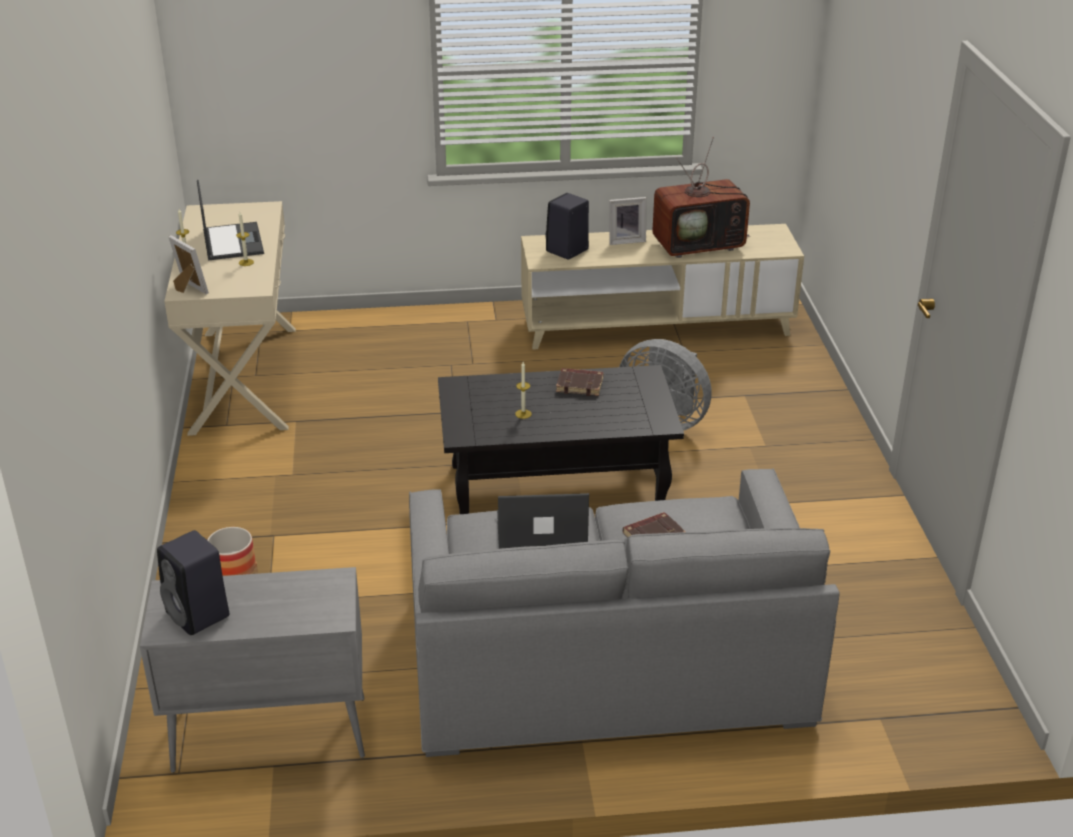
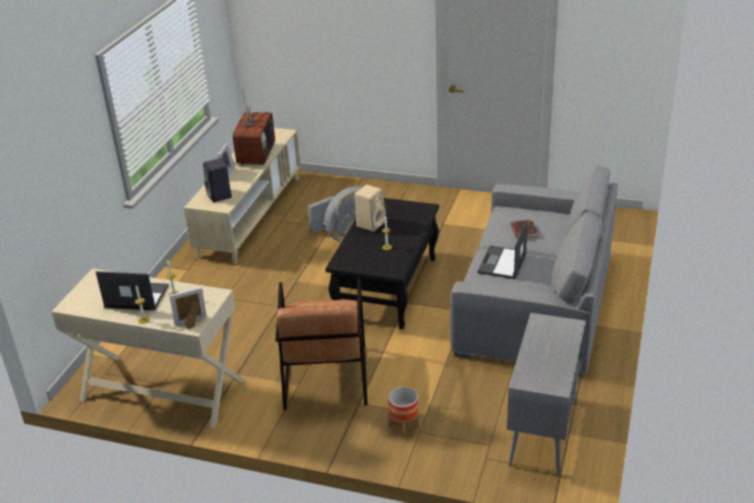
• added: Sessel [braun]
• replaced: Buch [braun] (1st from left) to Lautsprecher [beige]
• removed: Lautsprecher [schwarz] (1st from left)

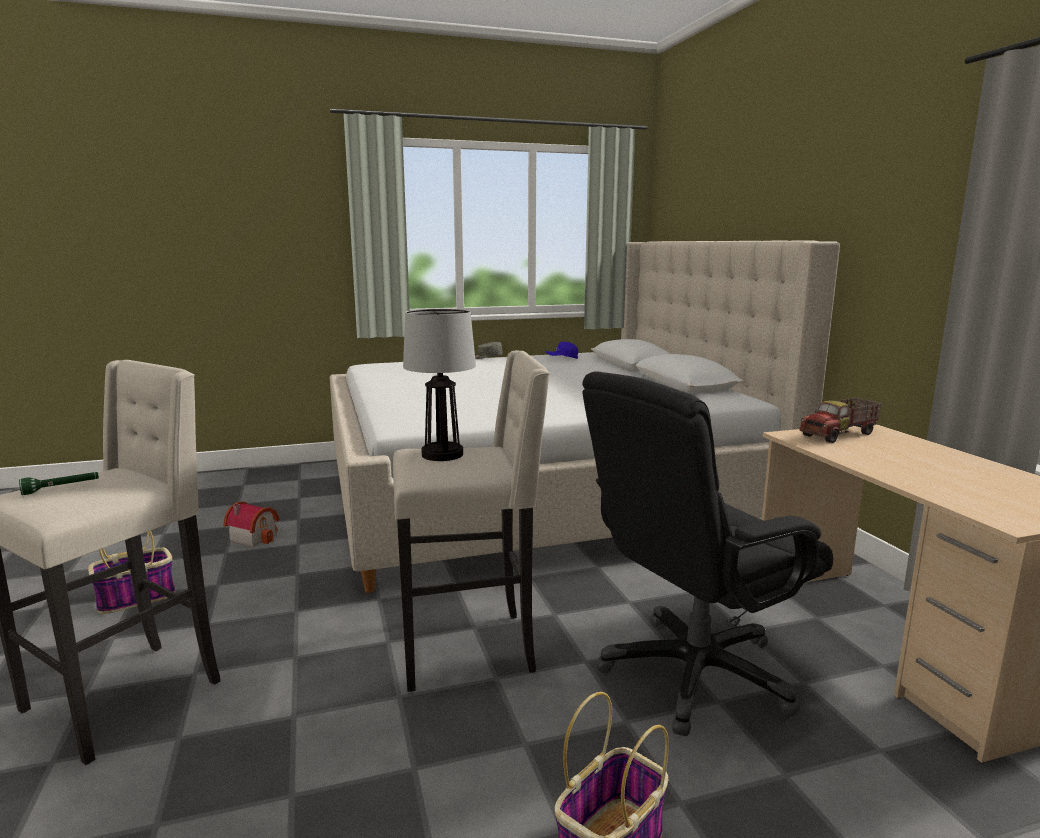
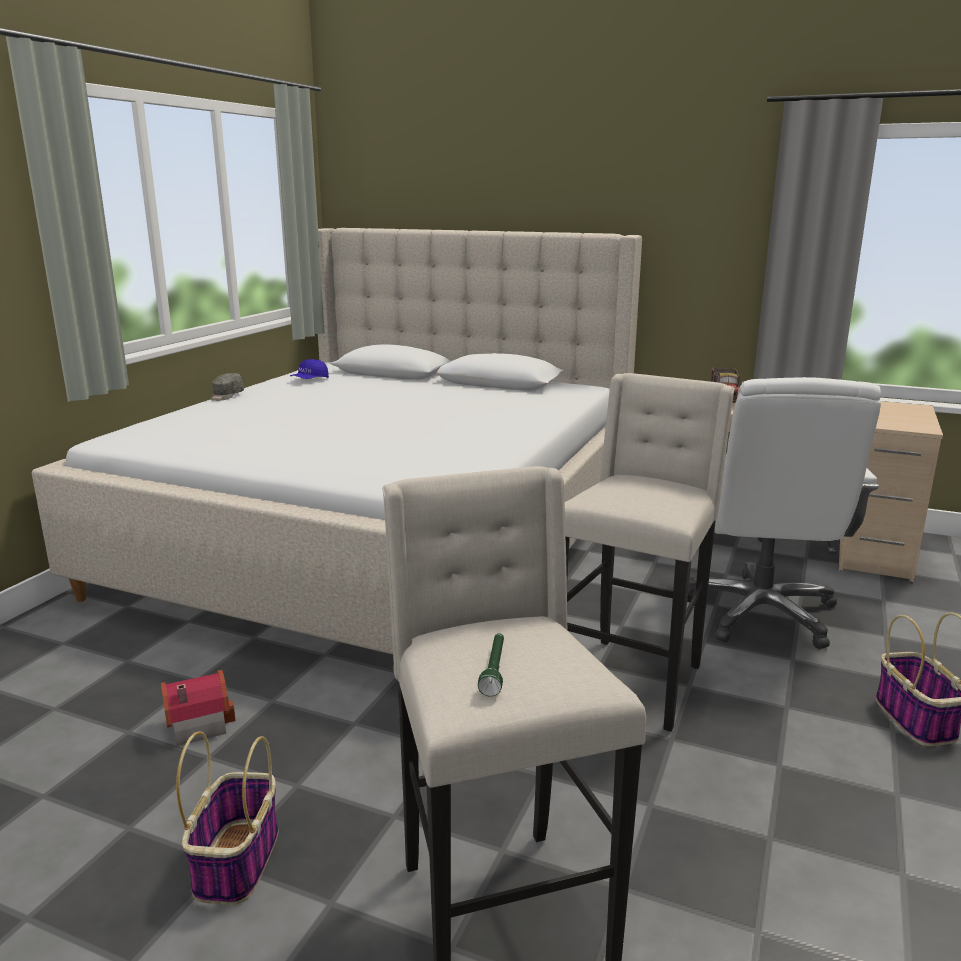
• recoloured: Bürostuhl [schwarz] to Bürostuhl [weiß]
• removed: Tischlampe

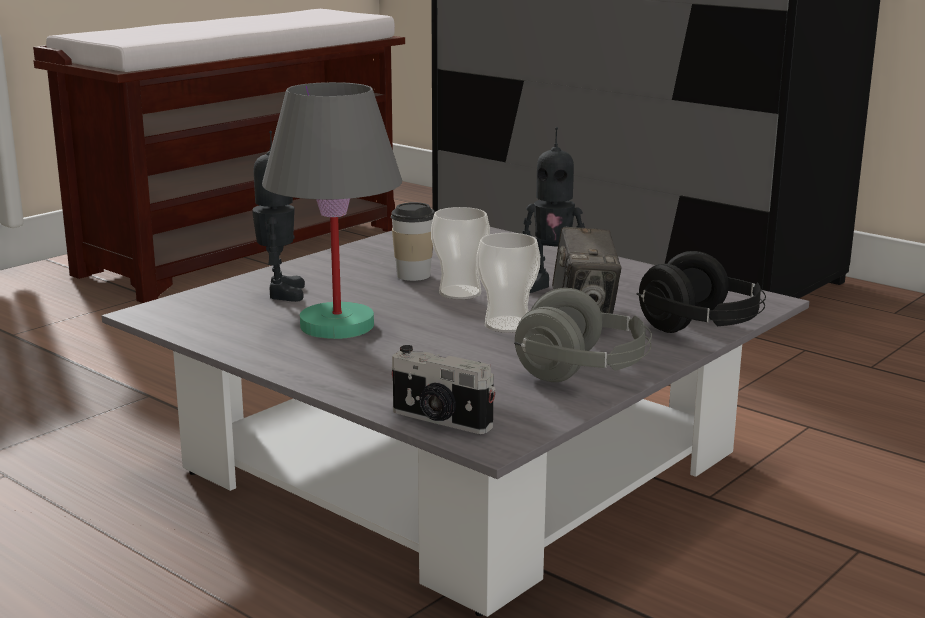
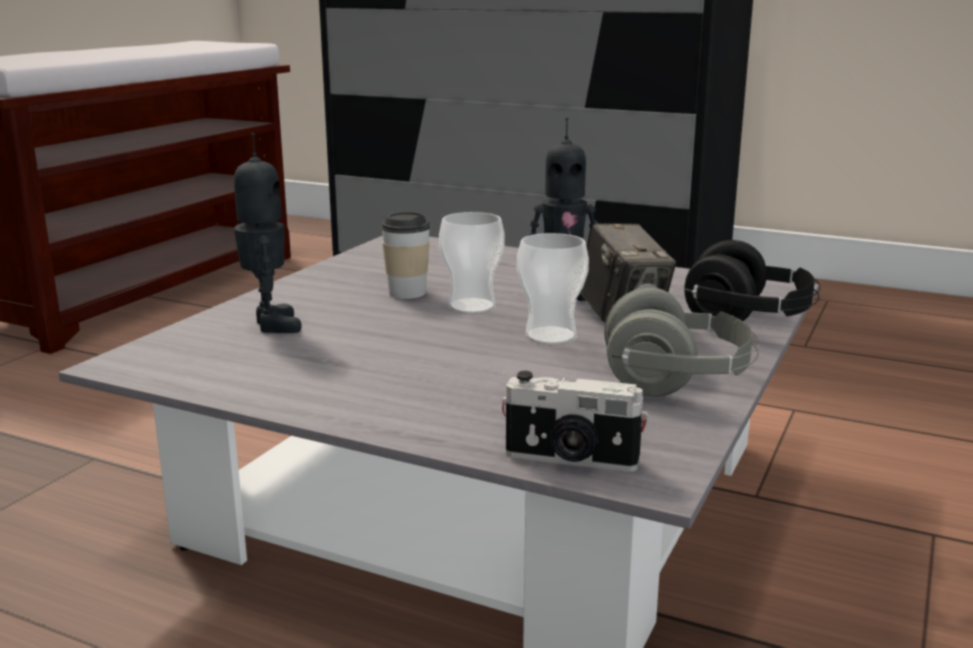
• removed: Tischlampe [grau]

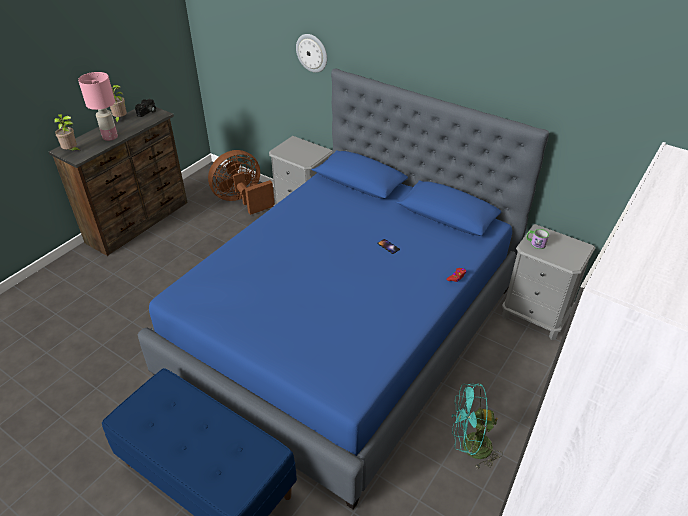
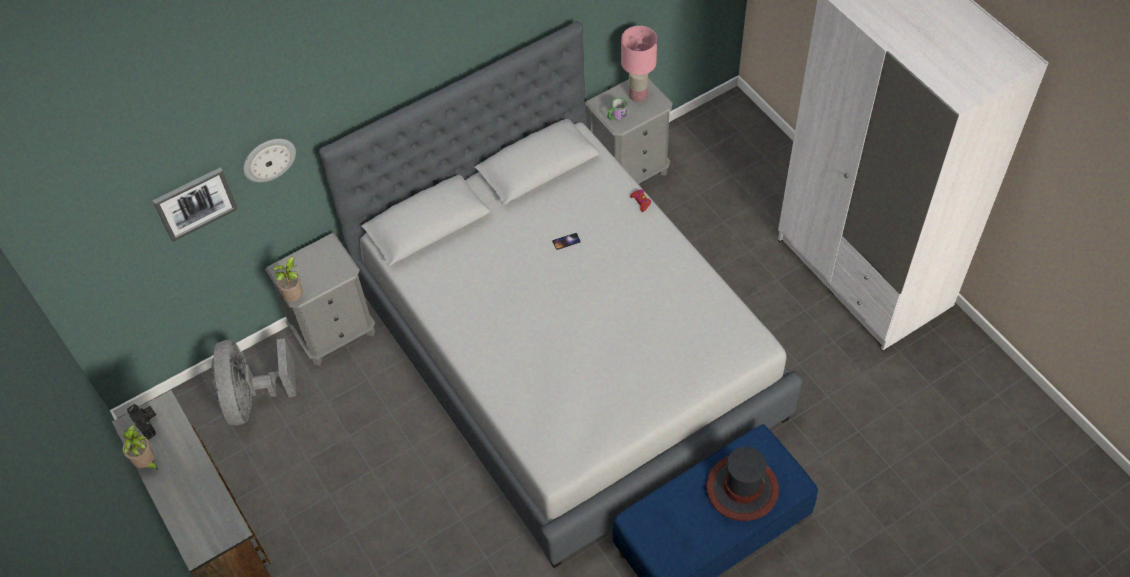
• added: Bild
• recoloured: Ventilator [braun] to Ventilator [grau]
• moved: Topfpflanze (1st from left in the first image) to Topfpflanze (2nd from left)
• recoloured: Bett [blau] to Bett [grau]
• moved: Tischlampe [rosa]
• added: Hut
• removed: Ventilator [türkis]

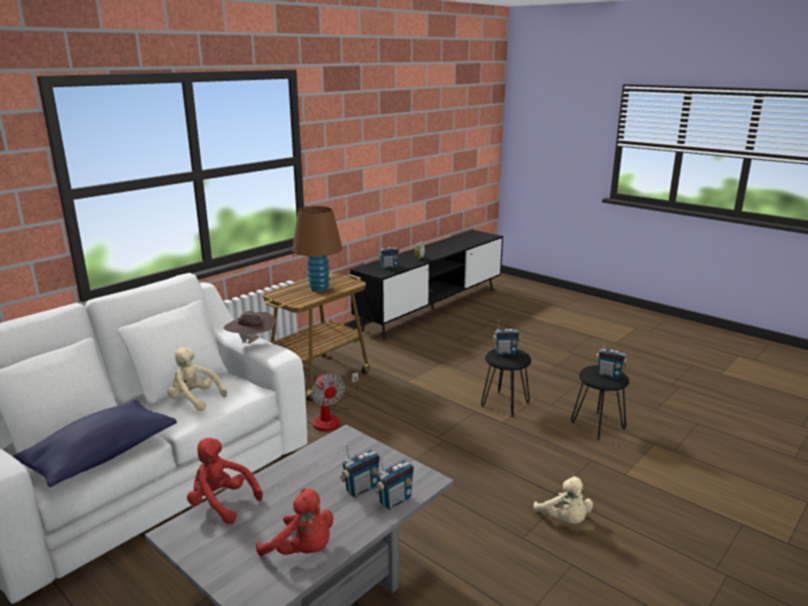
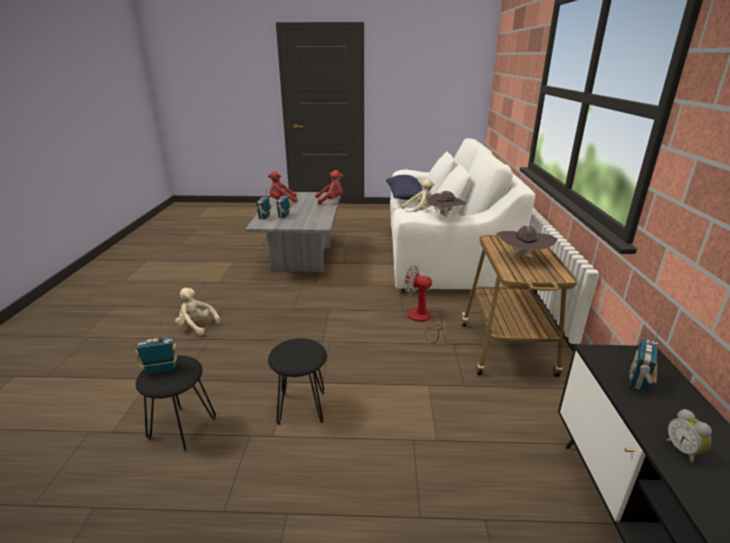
• replaced: Tischlampe [braun] to Hut [braun] (2nd from left)
• removed: Radio (4th from left)

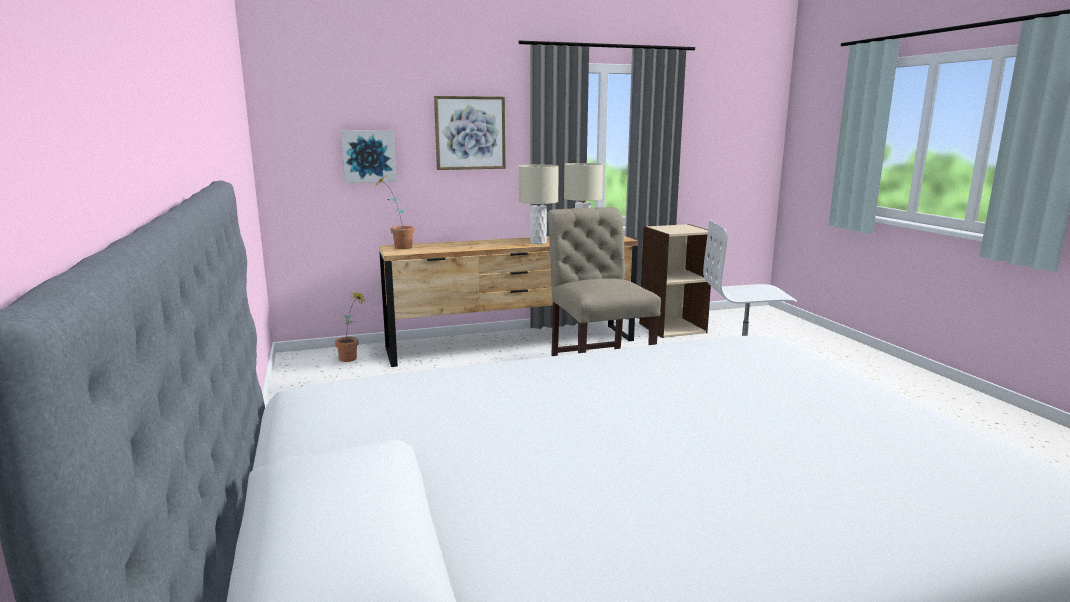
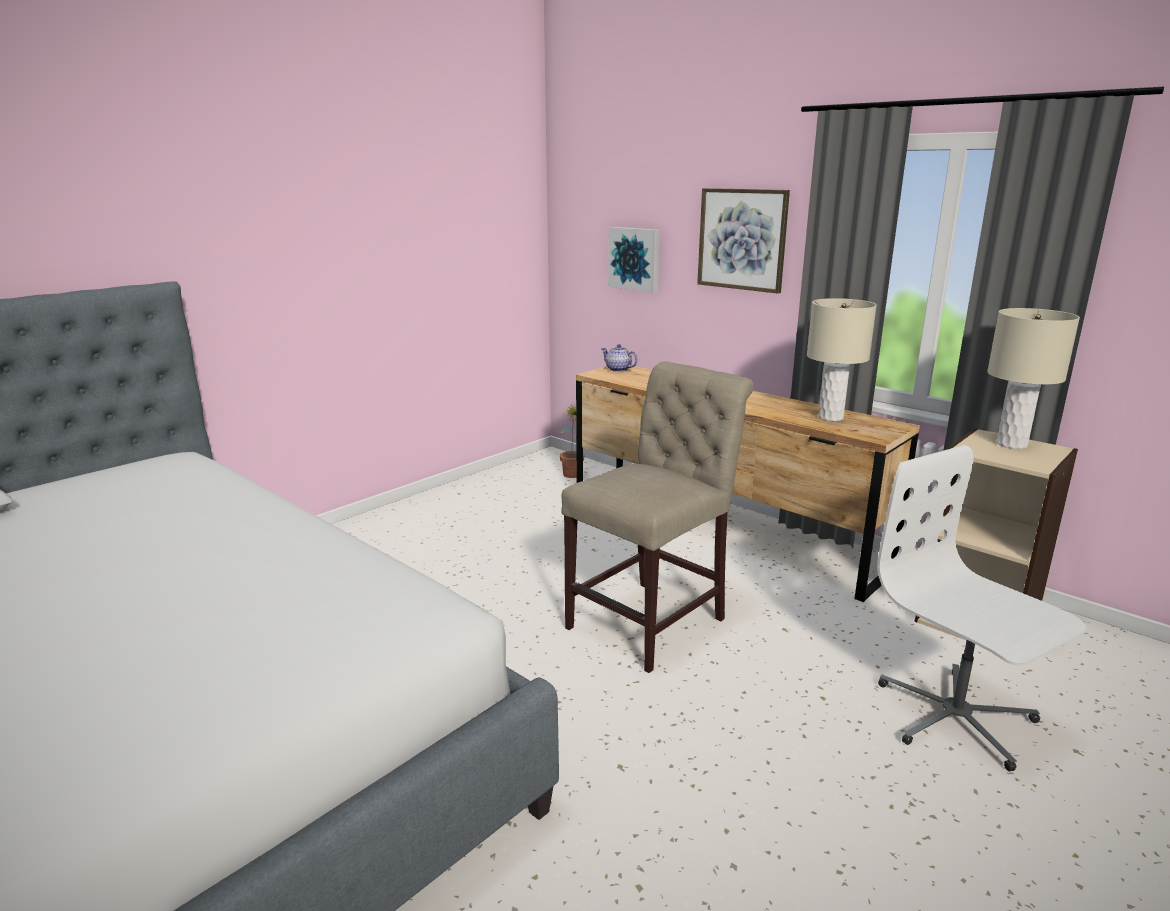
• replaced: Topfpflanze (2nd from left) to Teekanne
• moved: Tischlampe [beige] (1st from left in the first image) to Tischlampe [beige] (2nd from left)

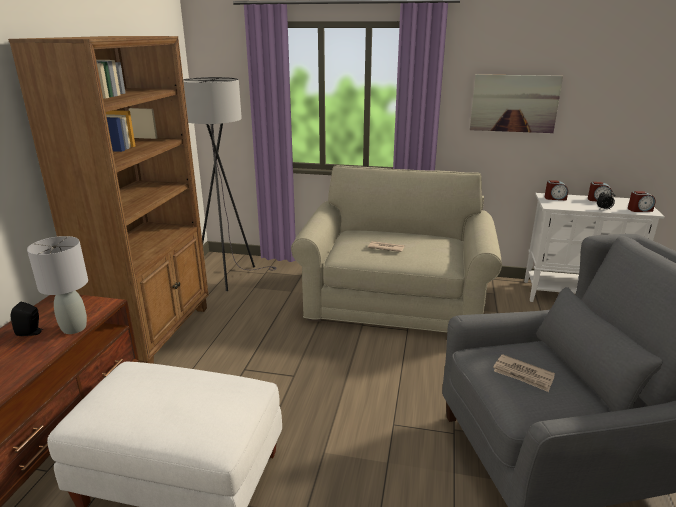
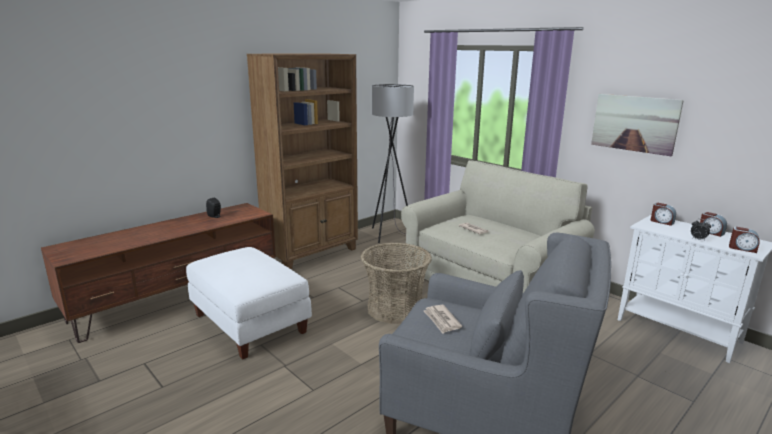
• added: Korb
• removed: Tischlampe [grau]

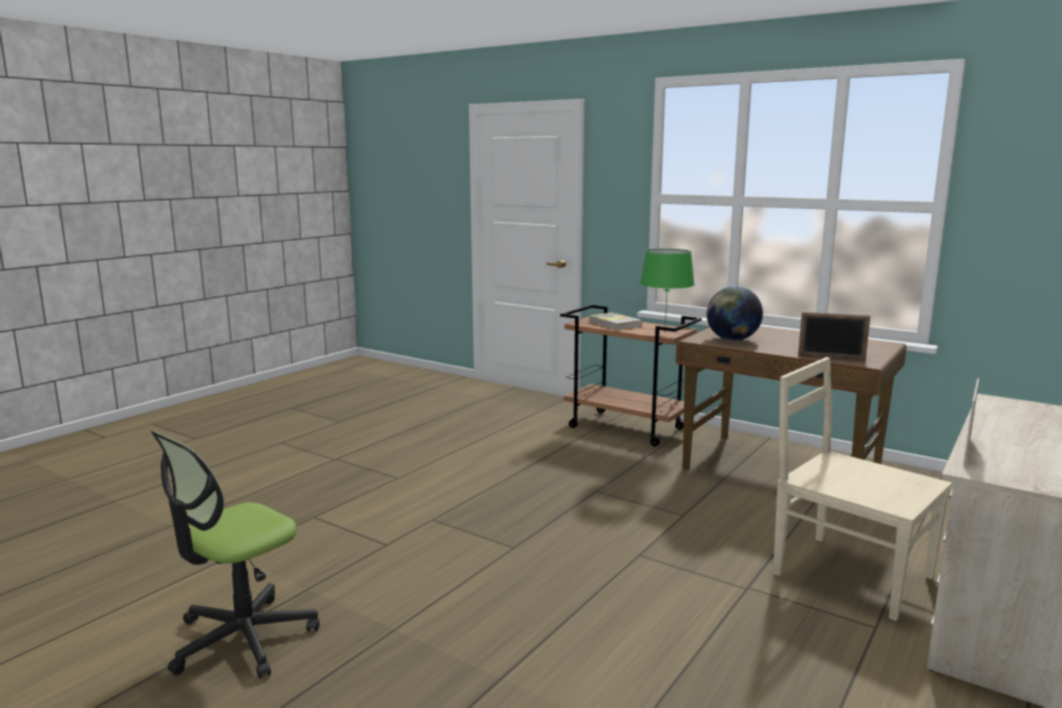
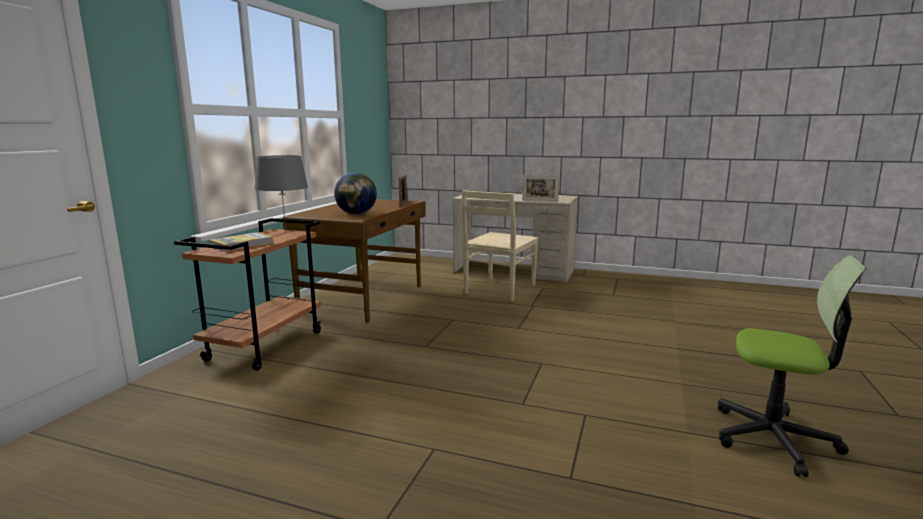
• recoloured: Tischlampe [grün] to Tischlampe [grau]

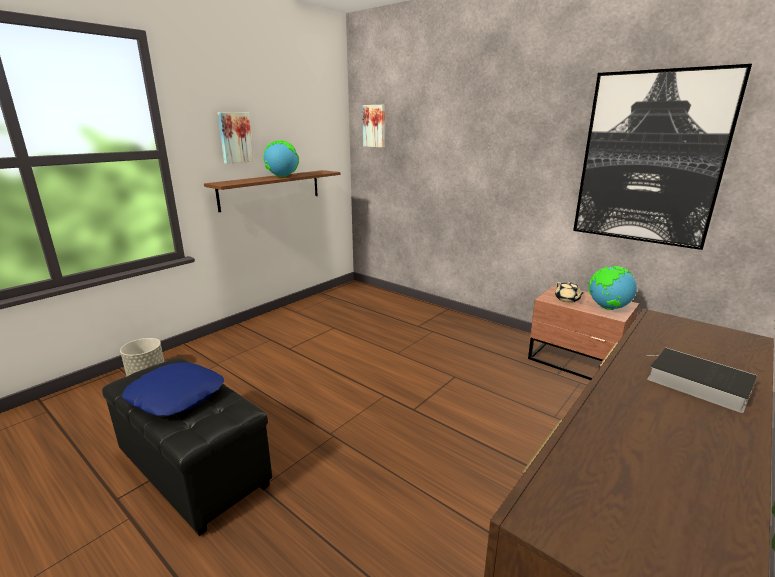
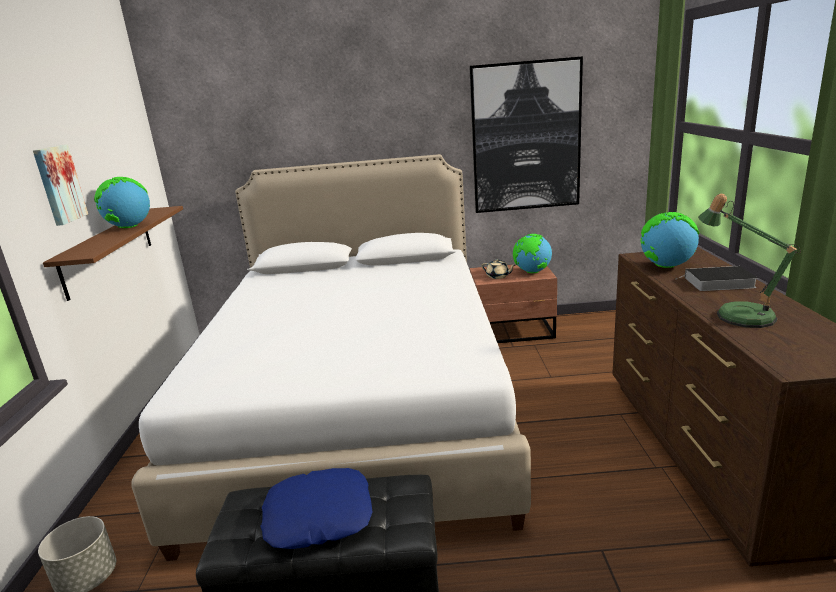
• added: Bett [weiß]
• added: Globus (3rd from left)
• added: Tischlampe
• removed: Bild (2nd from left)

